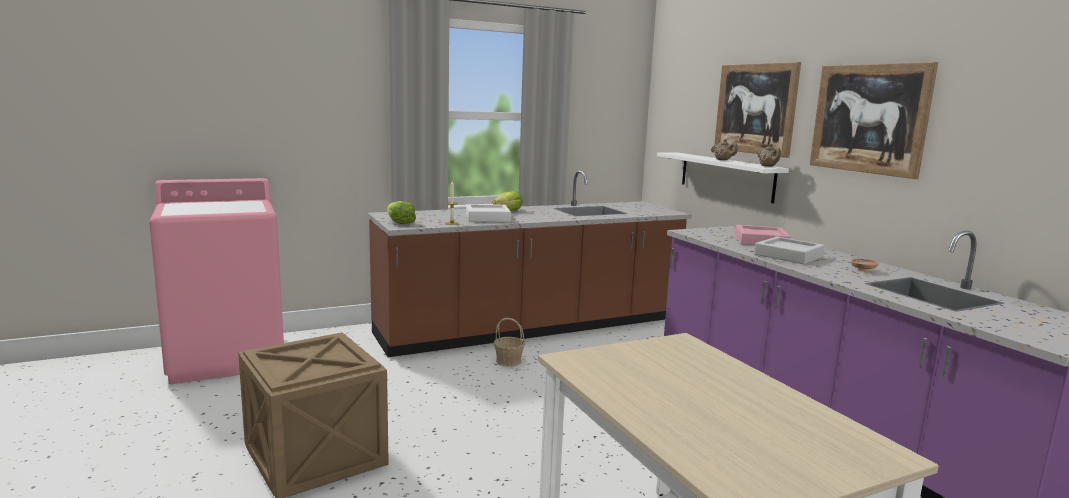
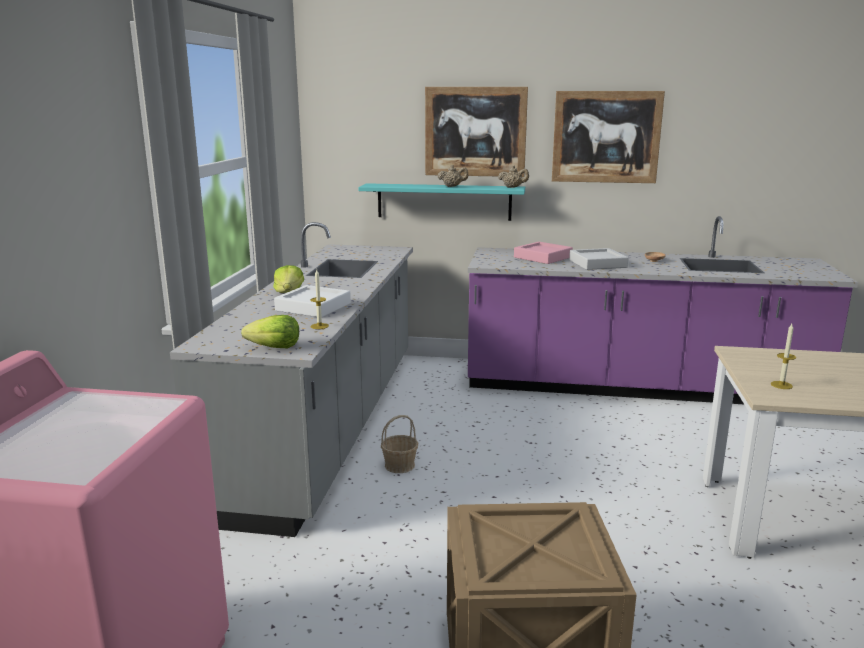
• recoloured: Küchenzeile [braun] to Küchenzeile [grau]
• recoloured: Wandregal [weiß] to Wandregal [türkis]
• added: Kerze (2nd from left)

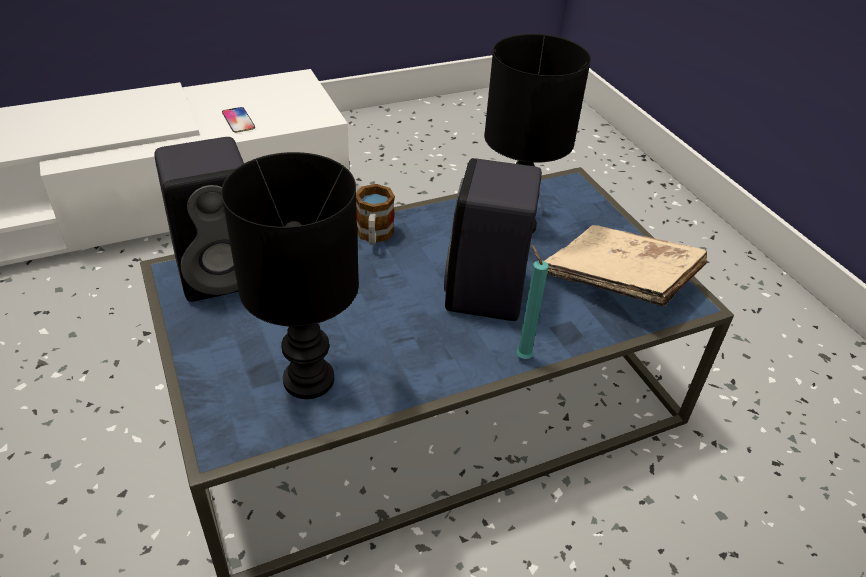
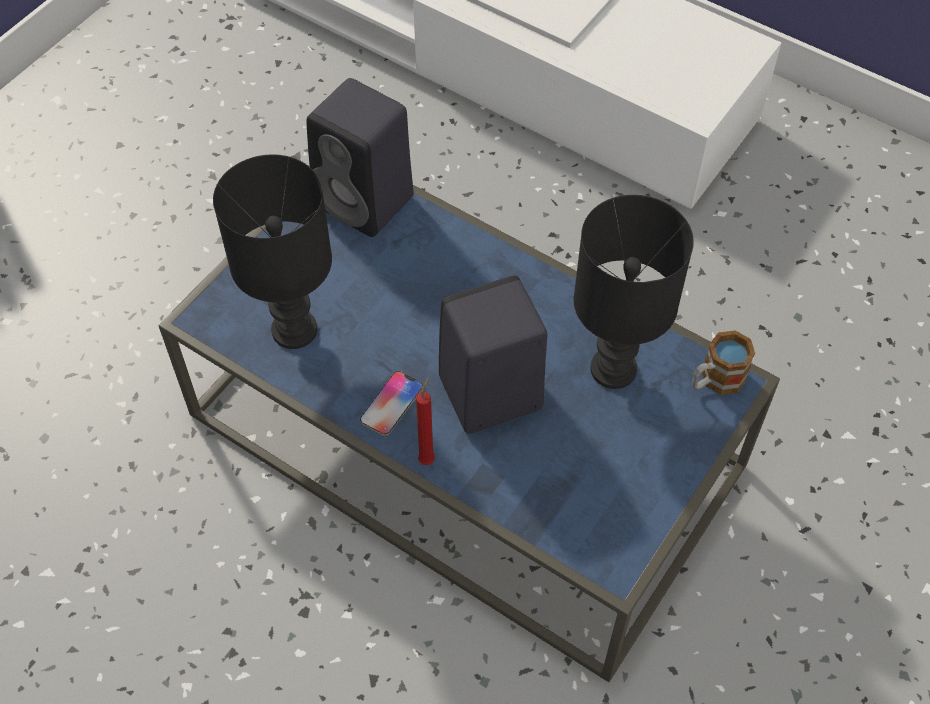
• moved: Handy
• recoloured: Kerze [türkis] to Kerze [rot]
• moved: Henkelbecher
• removed: Buch [beige]

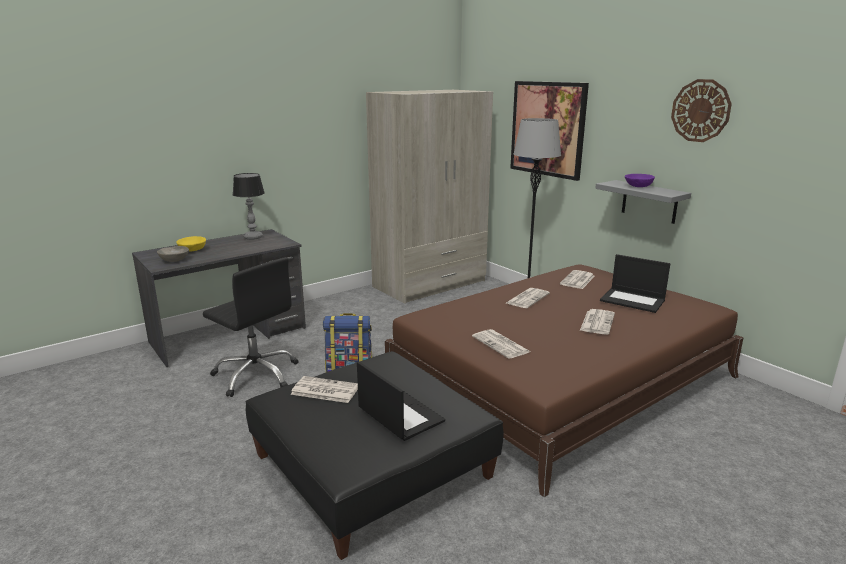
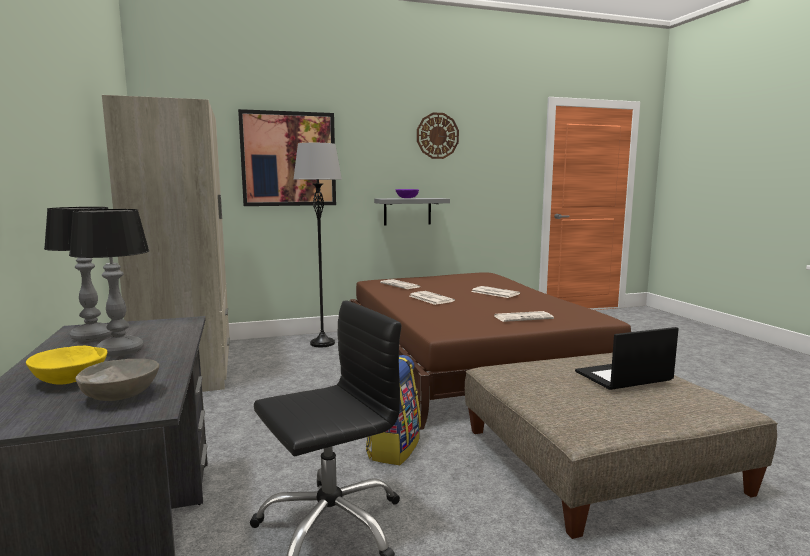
• added: Tischlampe (2nd from left)
• recoloured: Polsterhocker [schwarz] to Polsterhocker [beige]
• removed: Zeitung (1st from left)
• removed: Laptop (2nd from left)

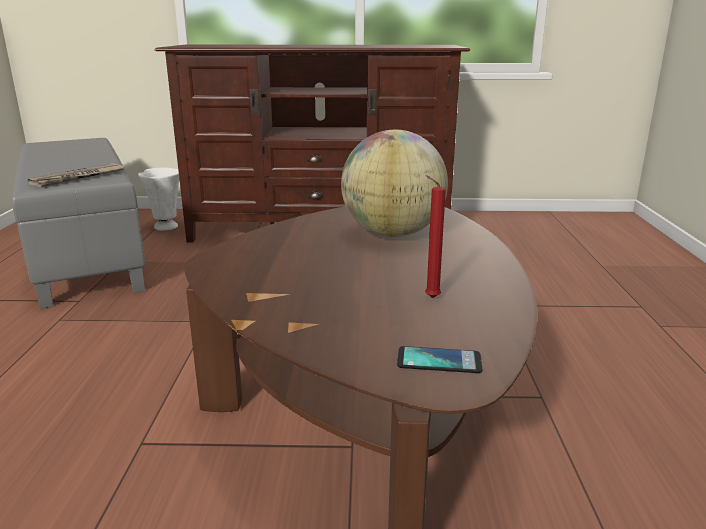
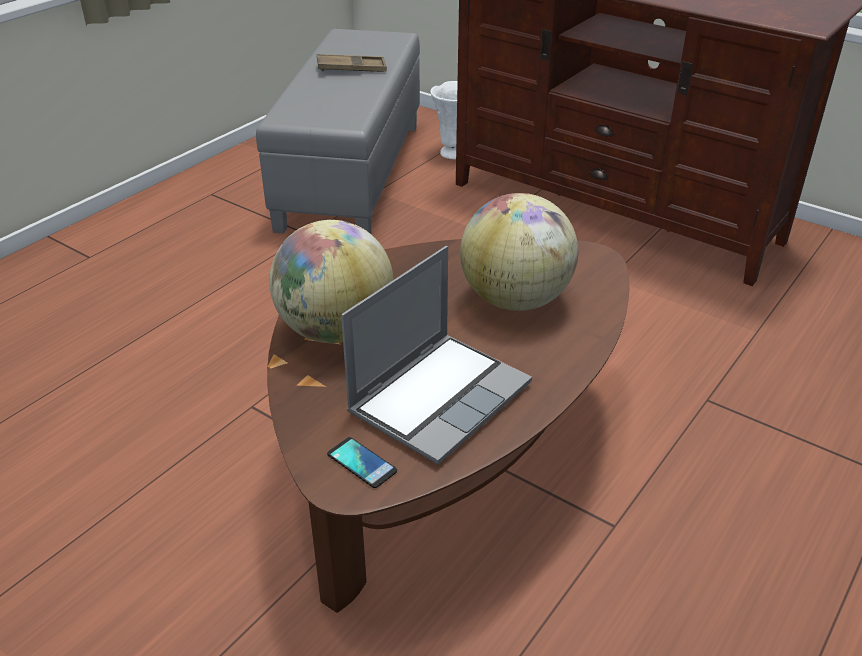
• added: Globus (1st from left)
• added: Tablett [braun]
• replaced: Kerze [rot] to Laptop
• removed: Zeitung

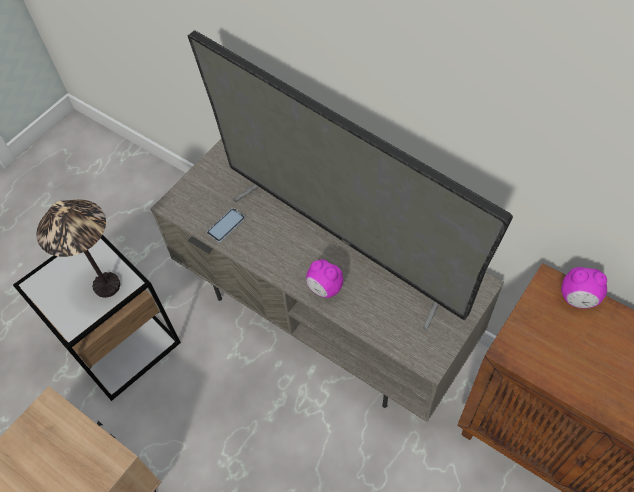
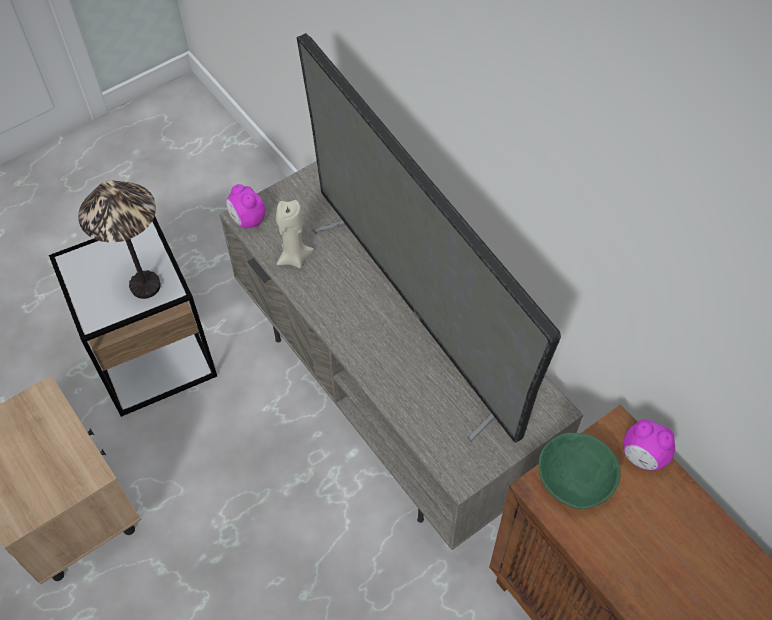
• moved: Wecker (1st from left)
• replaced: Handy to Kerze [beige]
• added: Schüssel [grün]

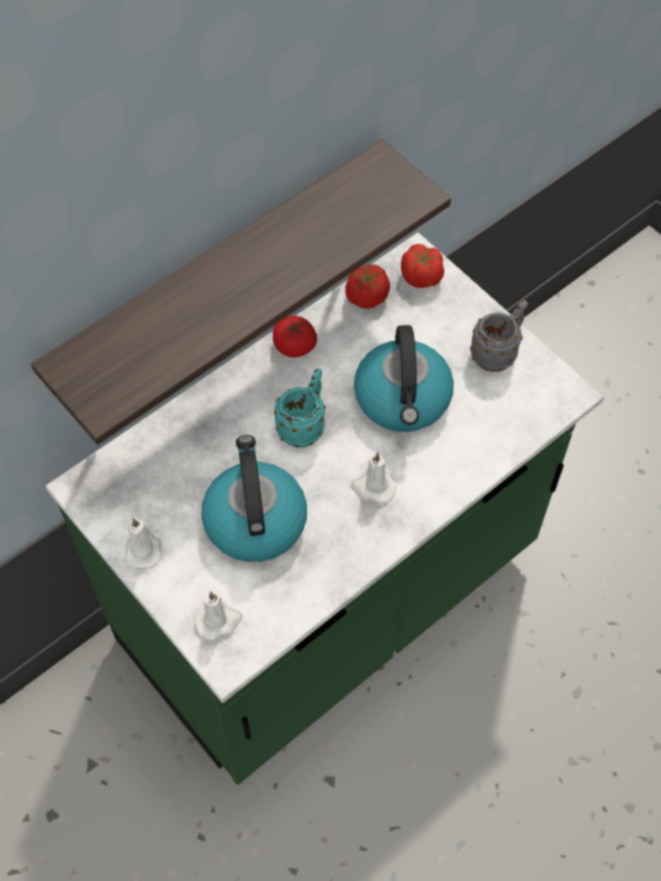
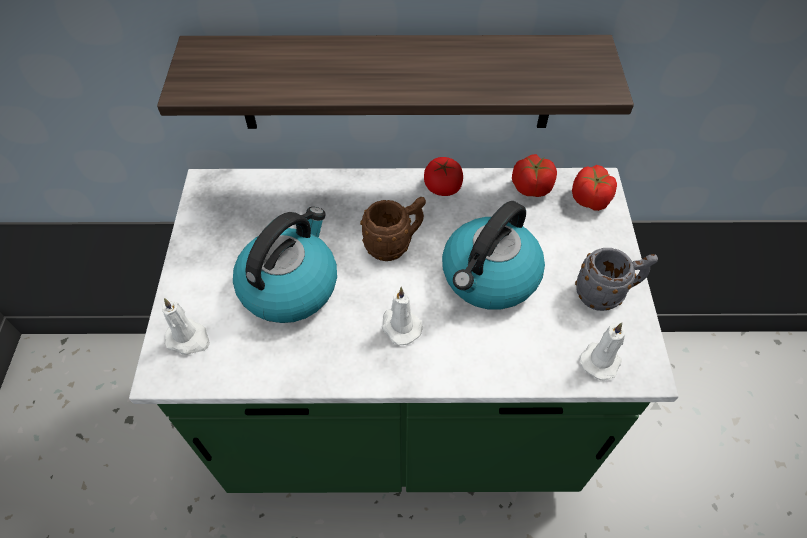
• recoloured: Henkelbecher [türkis] to Henkelbecher [braun]
• moved: Kerze [weiß] (1st from left in the first image) to Kerze [weiß] (3rd from left)

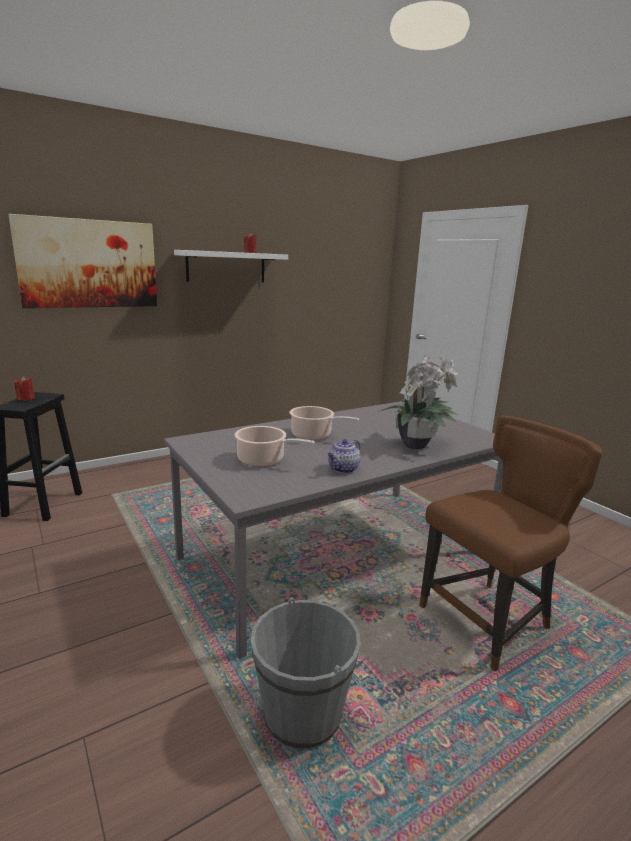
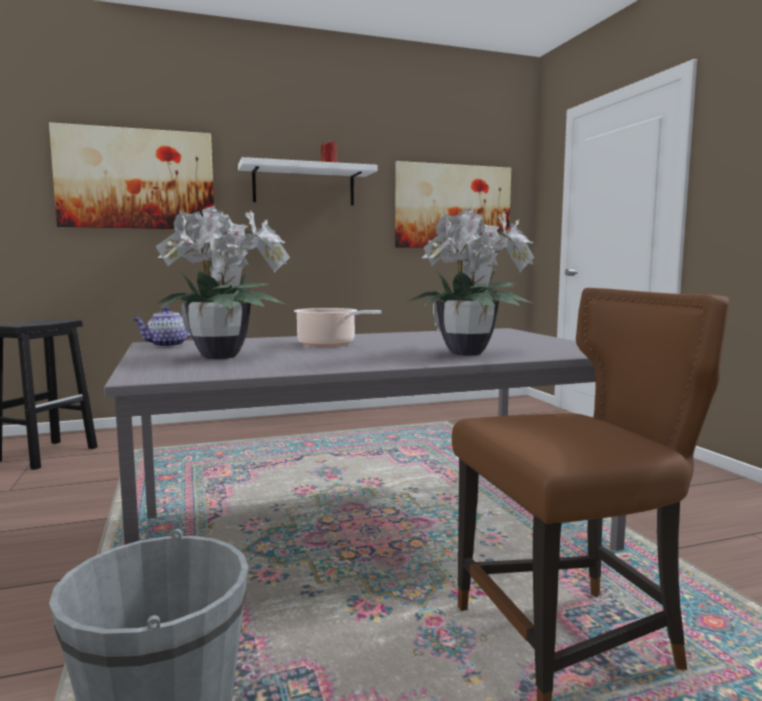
• moved: Teekanne
• replaced: Kochtopf (1st from left) to Topfpflanze (1st from left)
• added: Bild (2nd from left)
• removed: Kerze [rot] (1st from left)

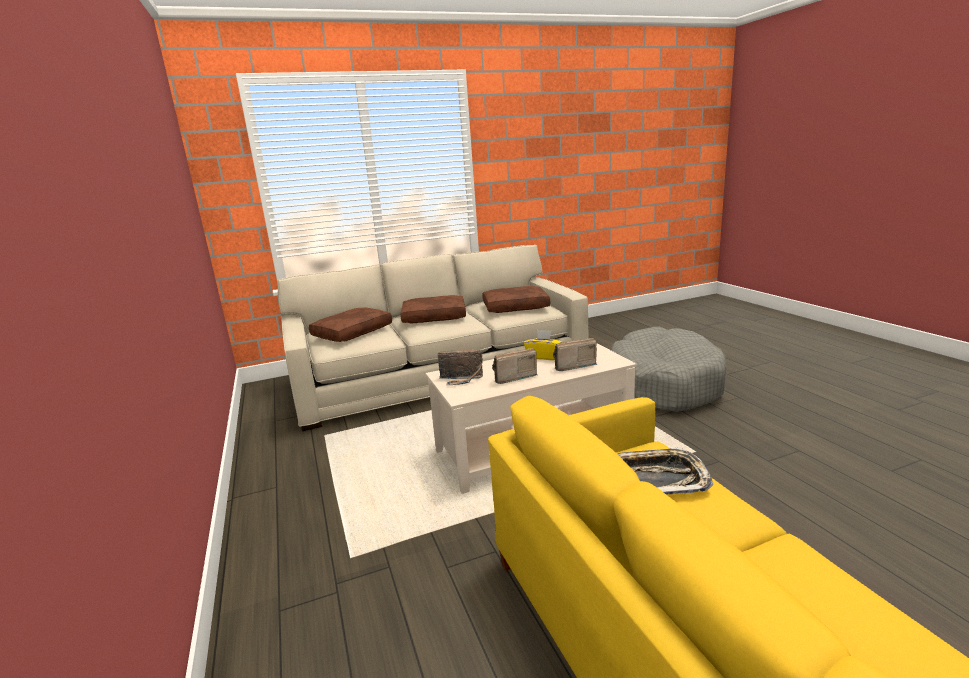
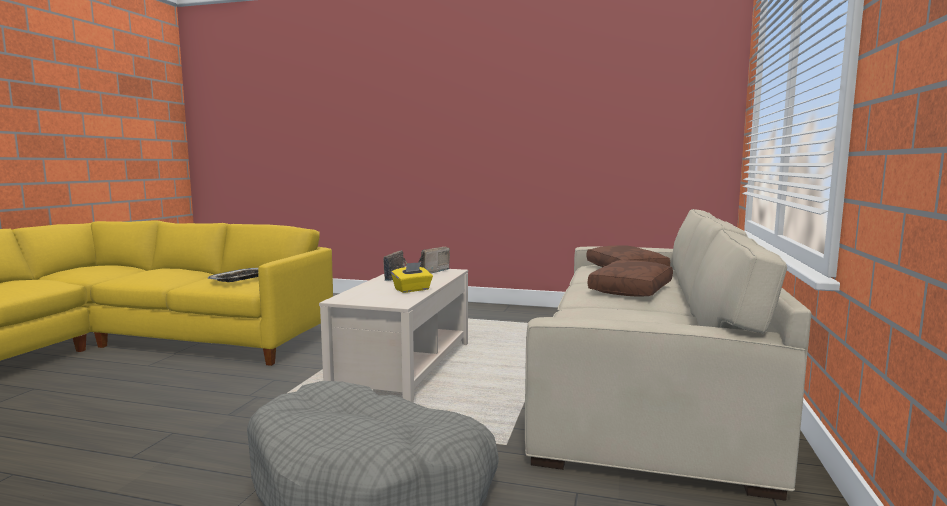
• removed: Kissen [braun] (3rd from left)
• removed: Radio (3rd from left)

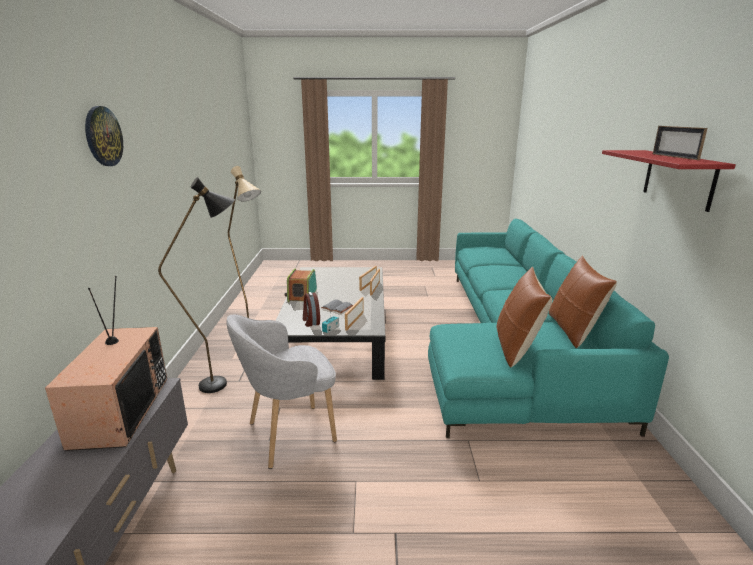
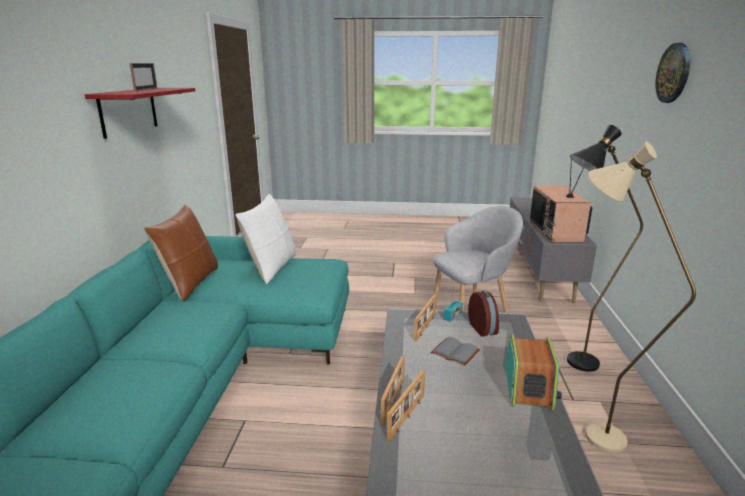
• recoloured: Kissen [braun] (1st from left) to Kissen [weiß]

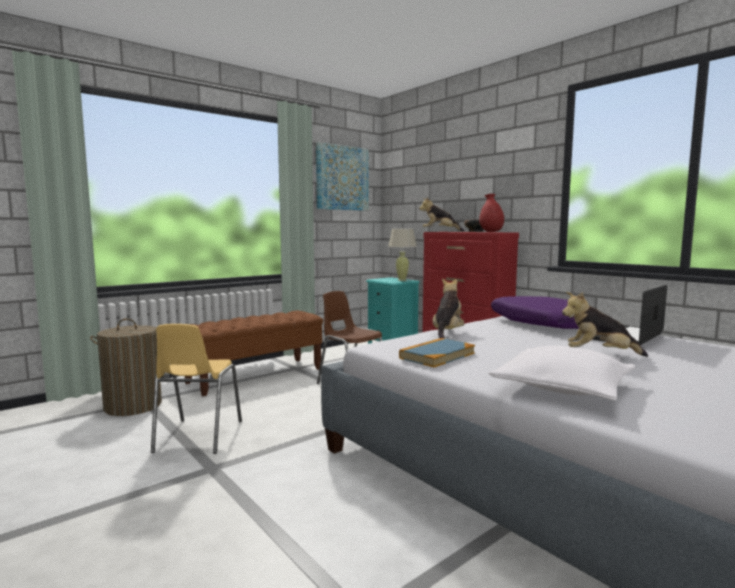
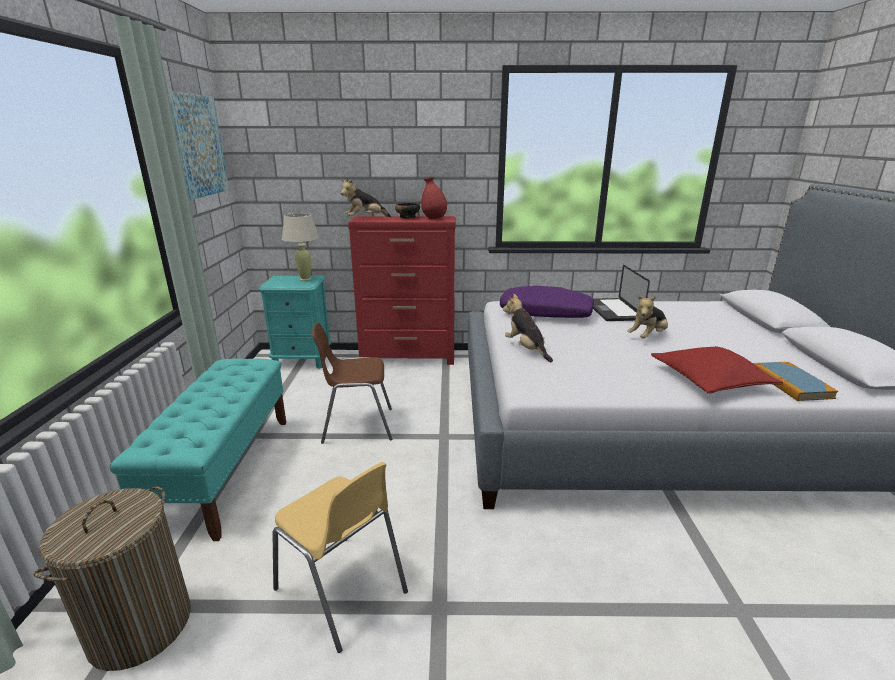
• recoloured: Bank [braun] to Bank [türkis]
• recoloured: Kissen [weiß] to Kissen [rot]
• moved: Buch

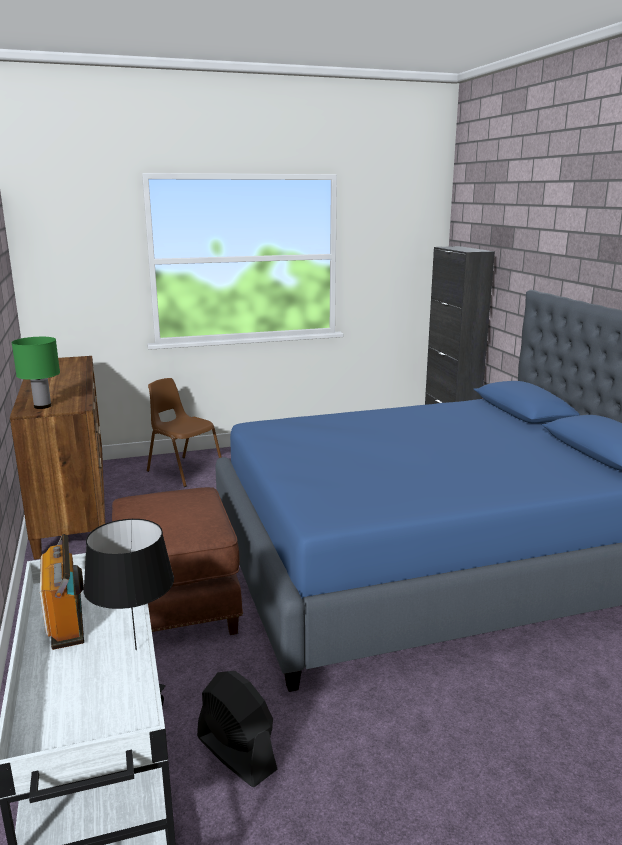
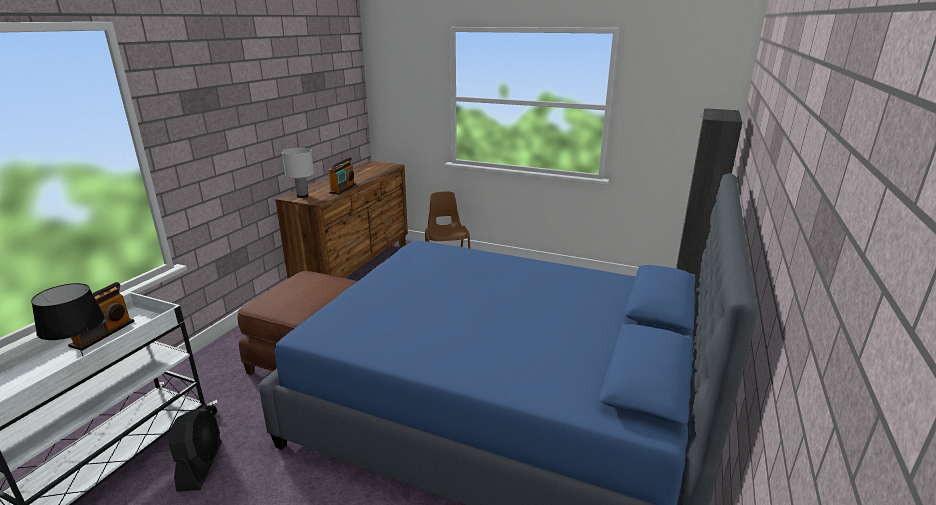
• recoloured: Tischlampe [grün] to Tischlampe [weiß]
• added: Radio (2nd from left)

